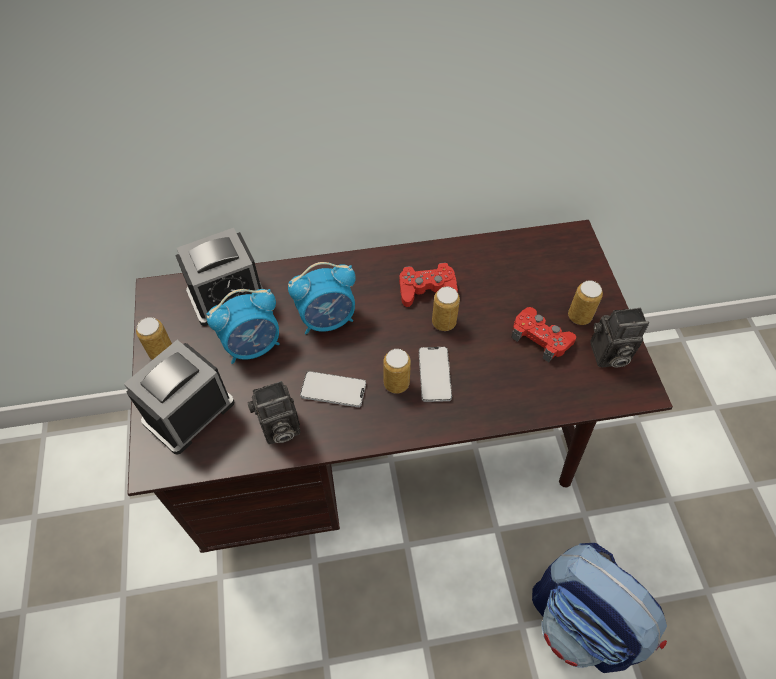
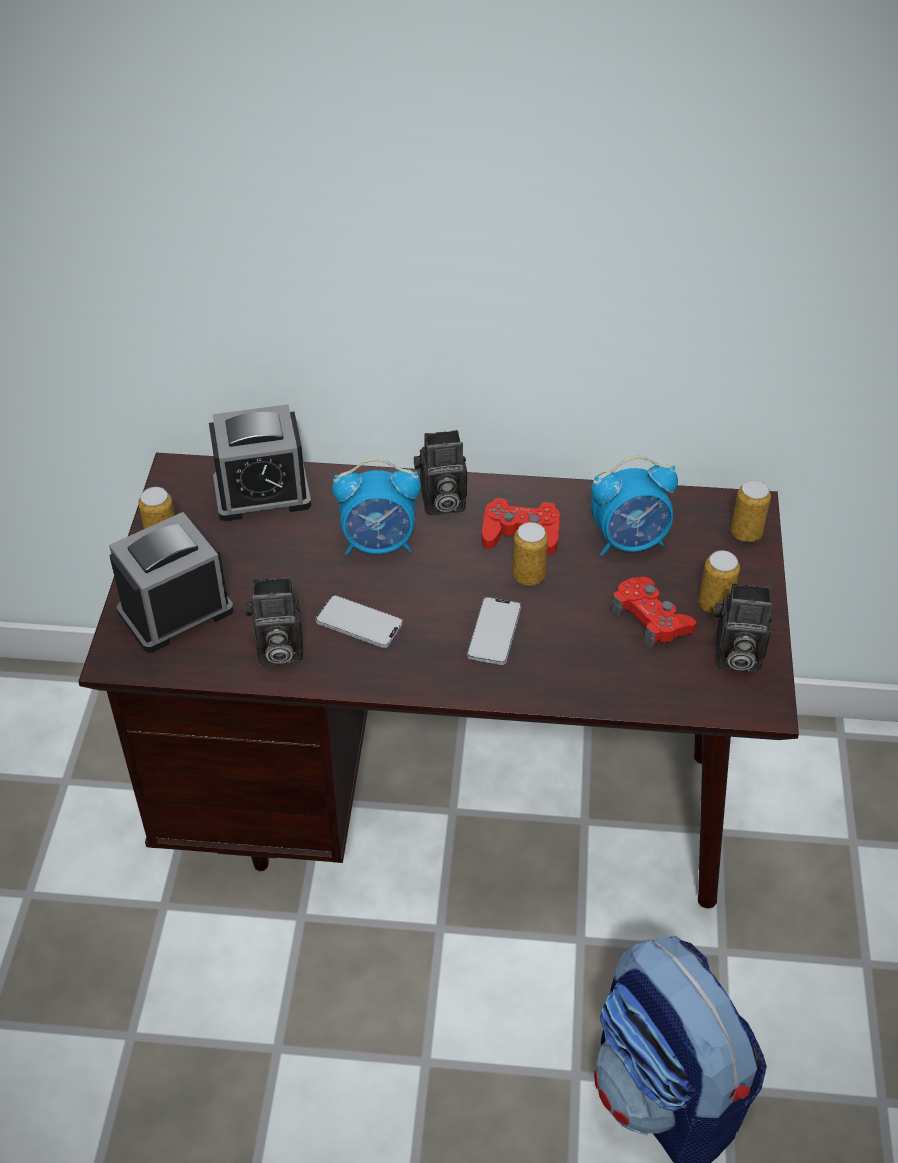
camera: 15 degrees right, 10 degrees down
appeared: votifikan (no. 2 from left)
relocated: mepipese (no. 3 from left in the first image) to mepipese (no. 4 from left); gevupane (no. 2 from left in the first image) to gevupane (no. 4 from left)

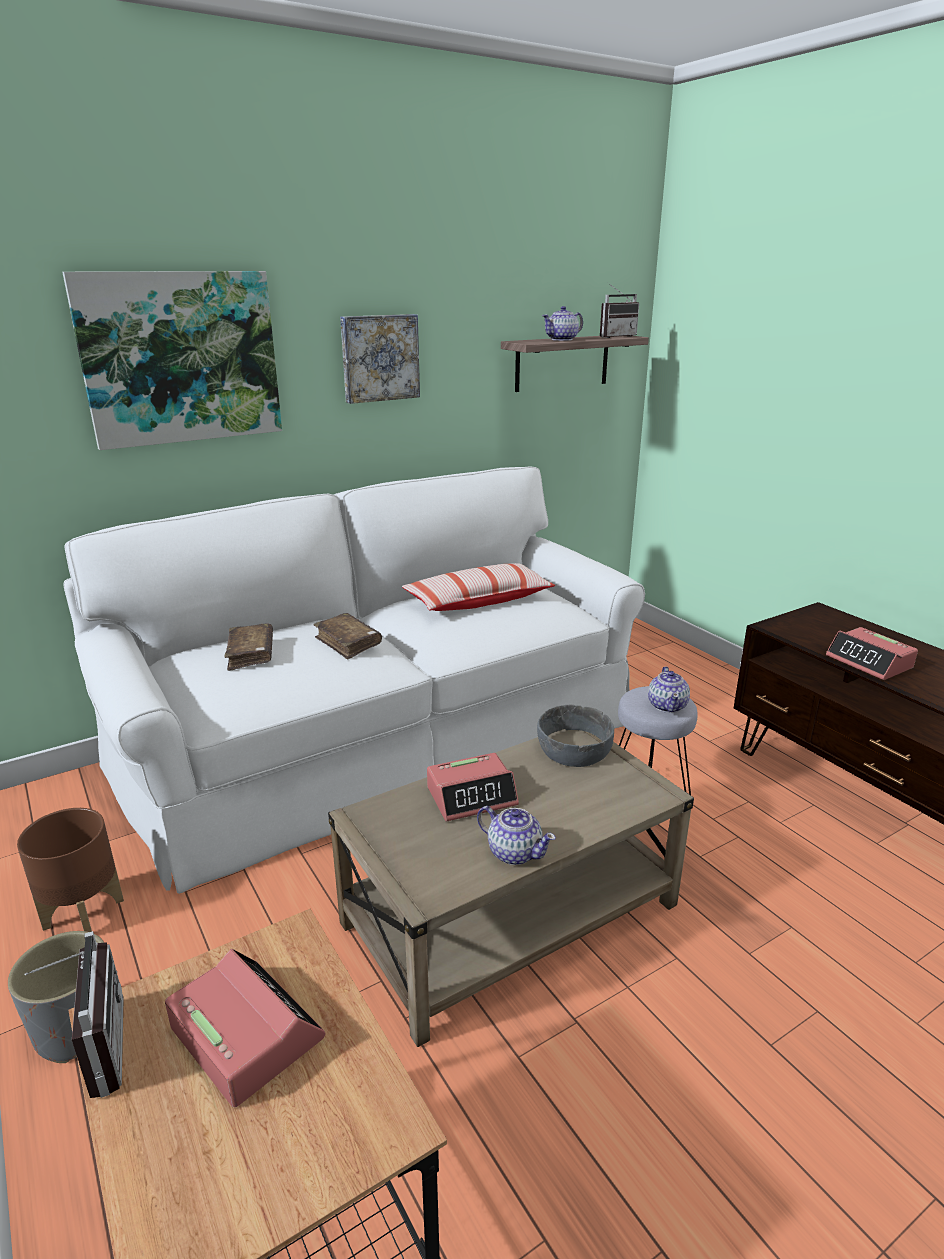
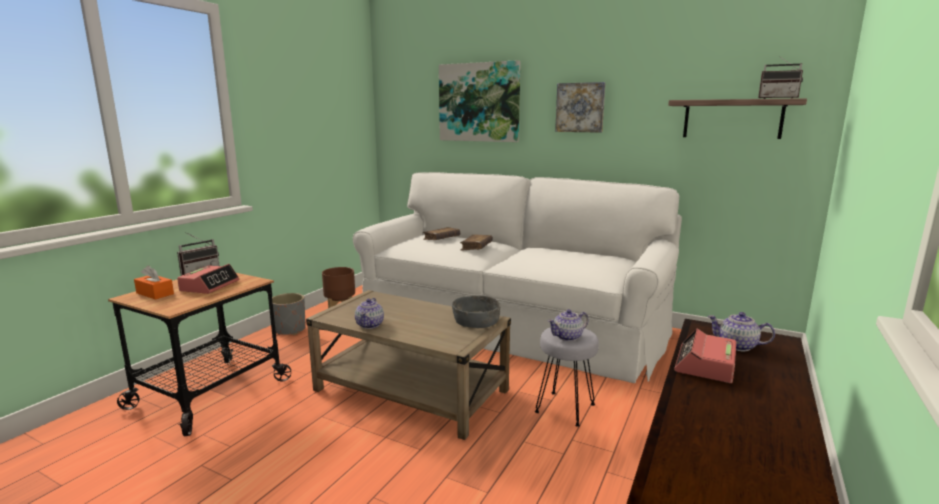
camera: 60 degrees right, 10 degrees down
missing: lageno; mepipese (no. 2 from left)
appeared: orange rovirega
relocated: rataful (no. 2 from left in the first image) to rataful (no. 3 from left)

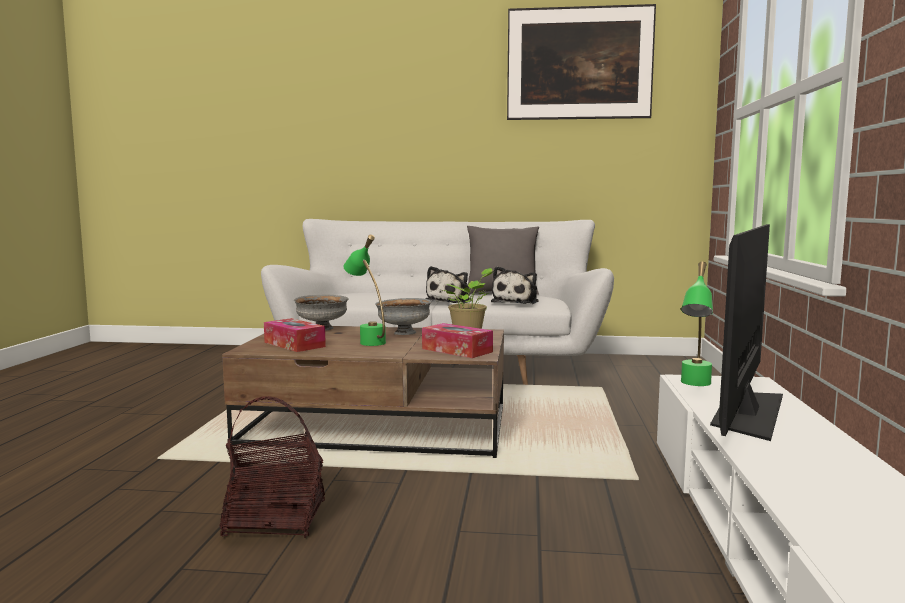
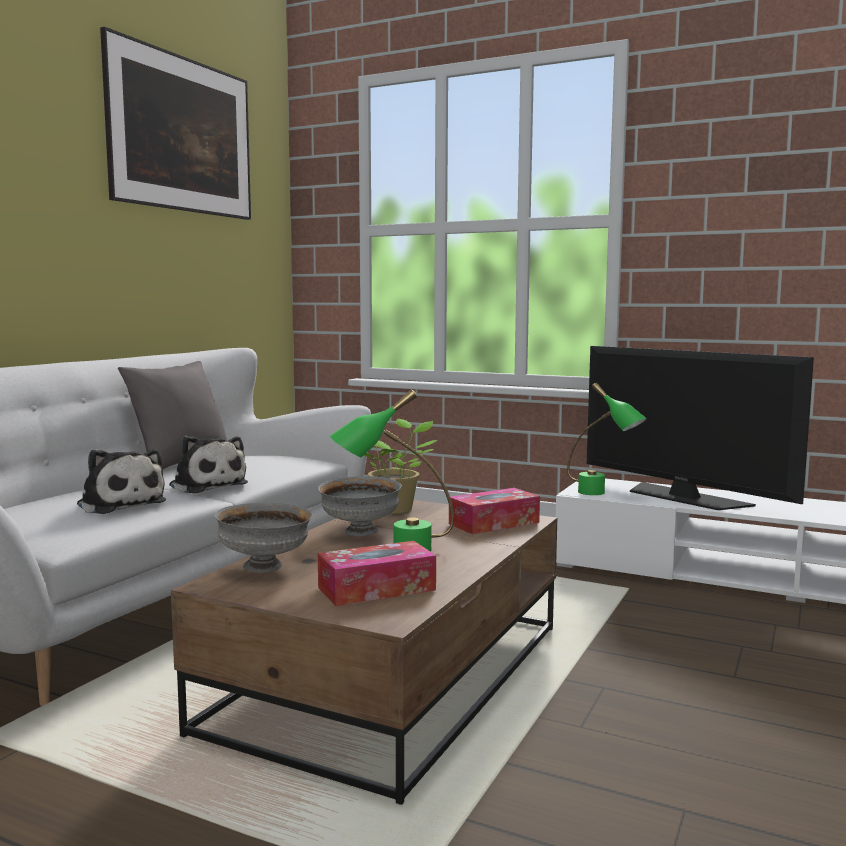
camera: 70 degrees left, 0 degrees up
missing: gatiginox
relocated: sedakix (no. 2 from left in the first image) to sedakix (no. 1 from left)

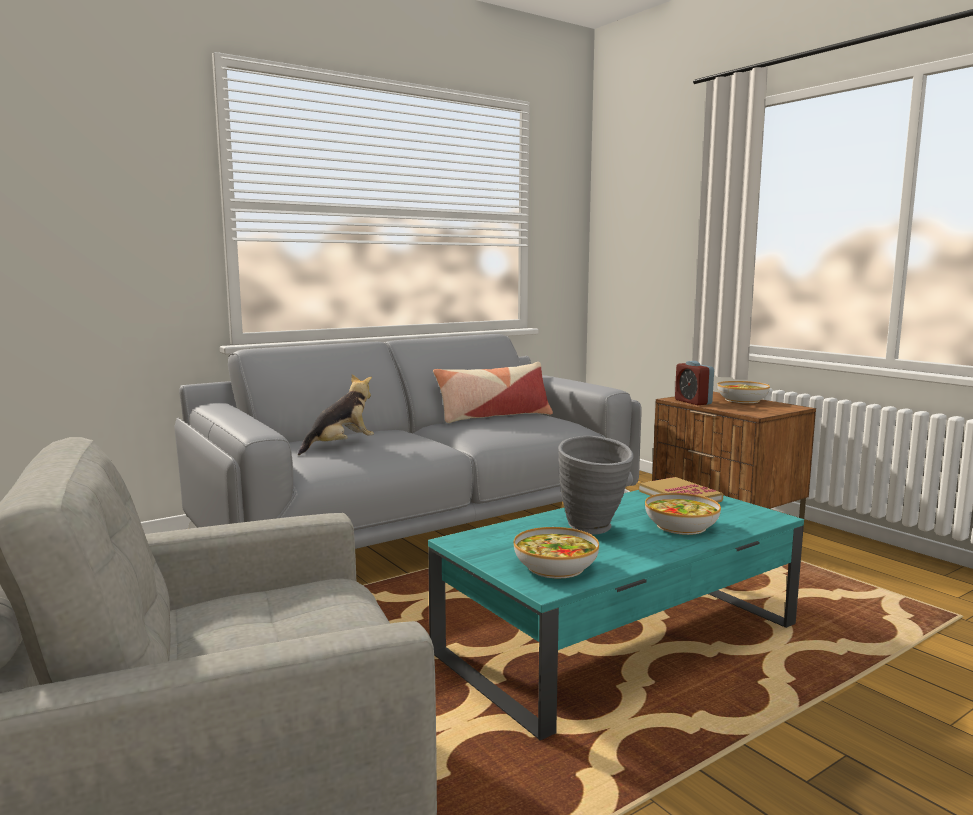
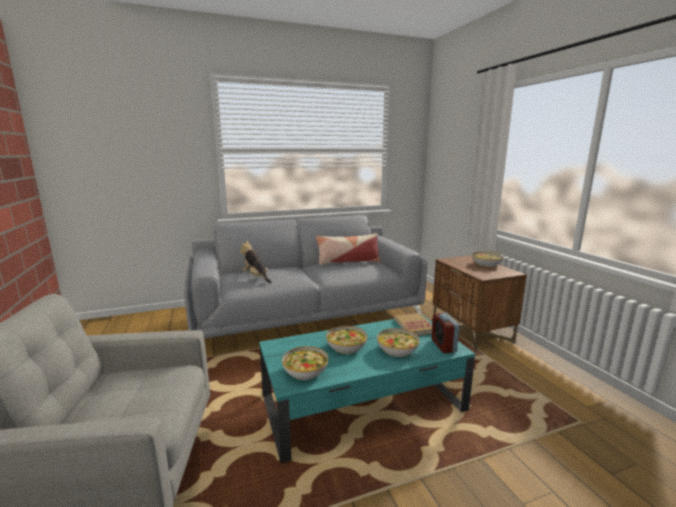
camera: 15 degrees right, 5 degrees up
relocated: mepipese
exchanged: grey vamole to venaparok (no. 2 from left)
spun: sedakix 105 degrees counterclockwise

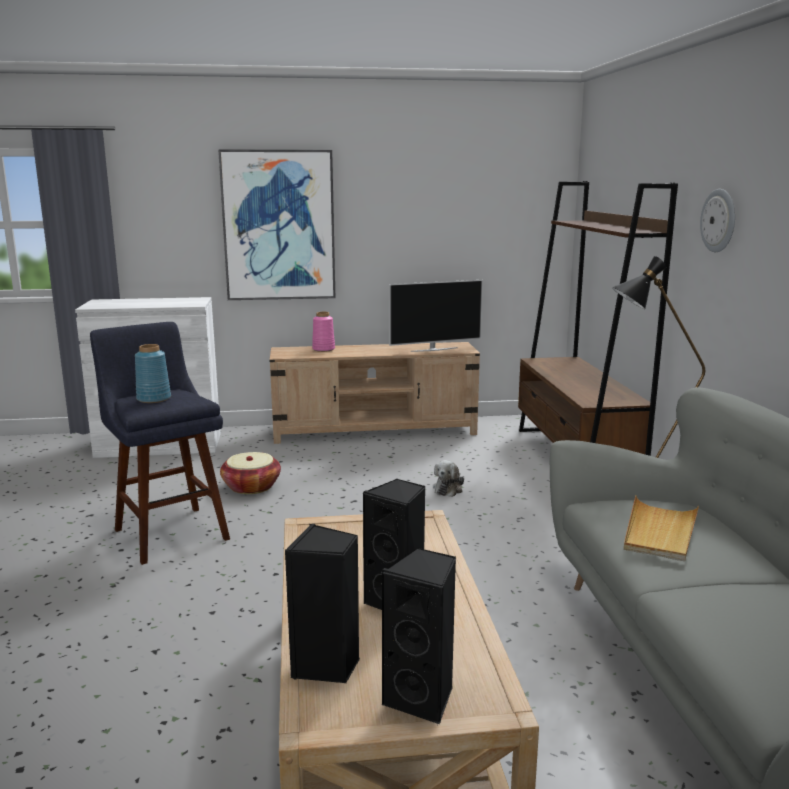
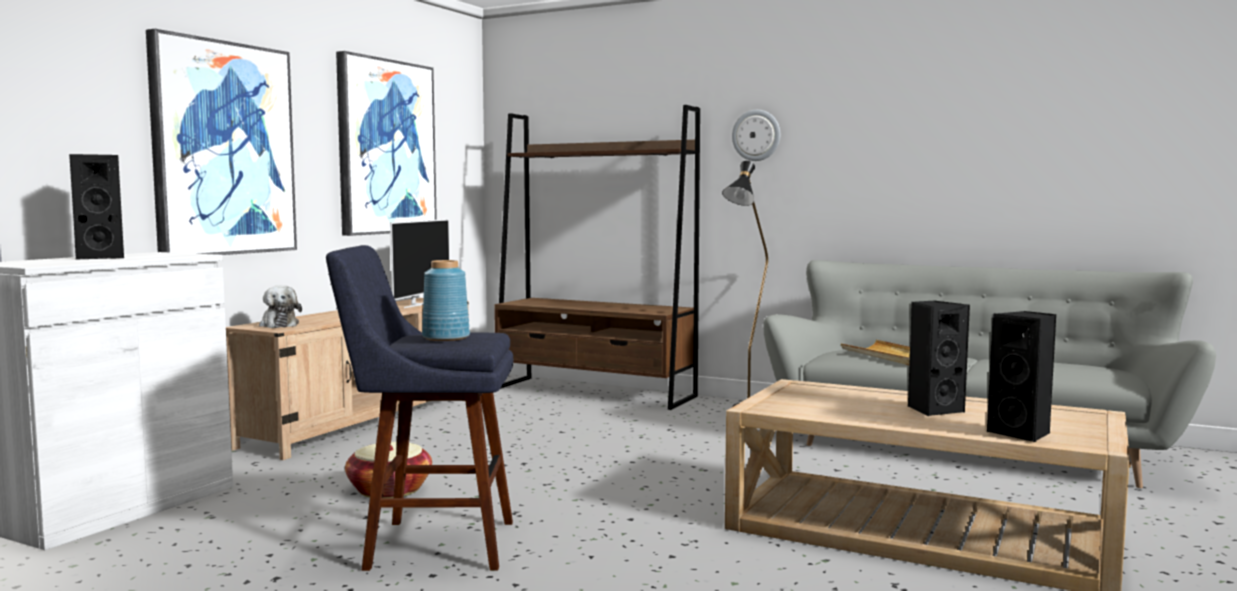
camera: 55 degrees left, 10 degrees down
missing: pink vamole
appeared: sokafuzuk (no. 2 from left)
relocated: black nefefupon (no. 3 from left in the first image) to black nefefupon (no. 1 from left); sedakix

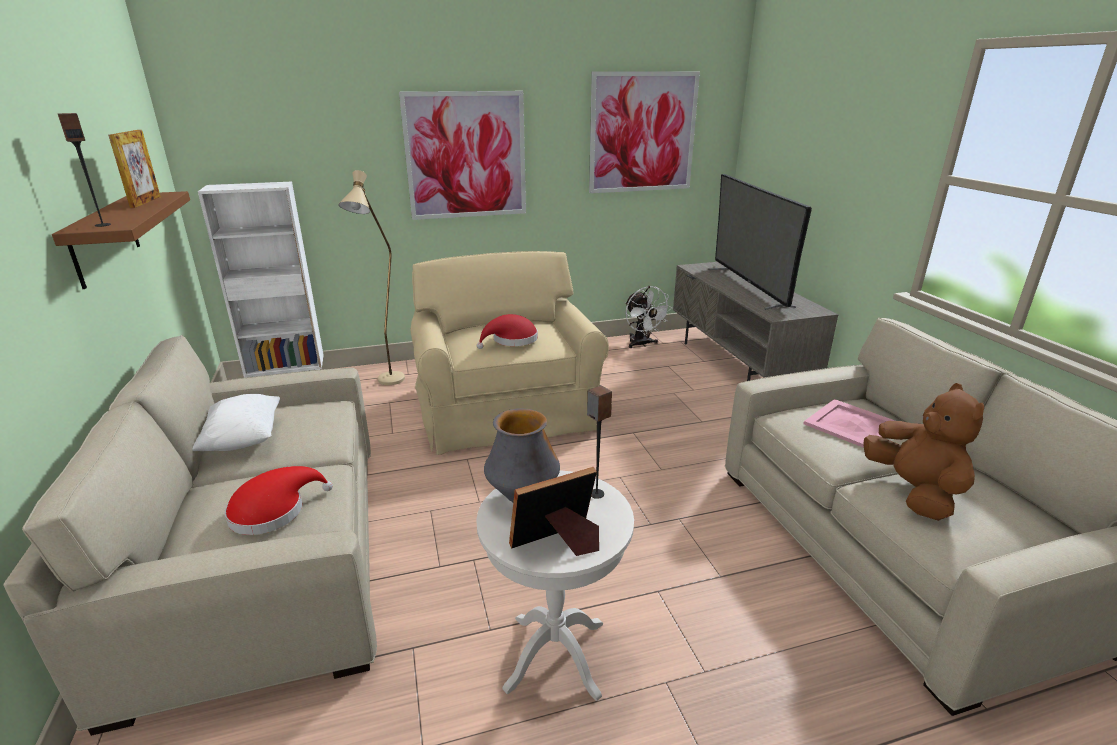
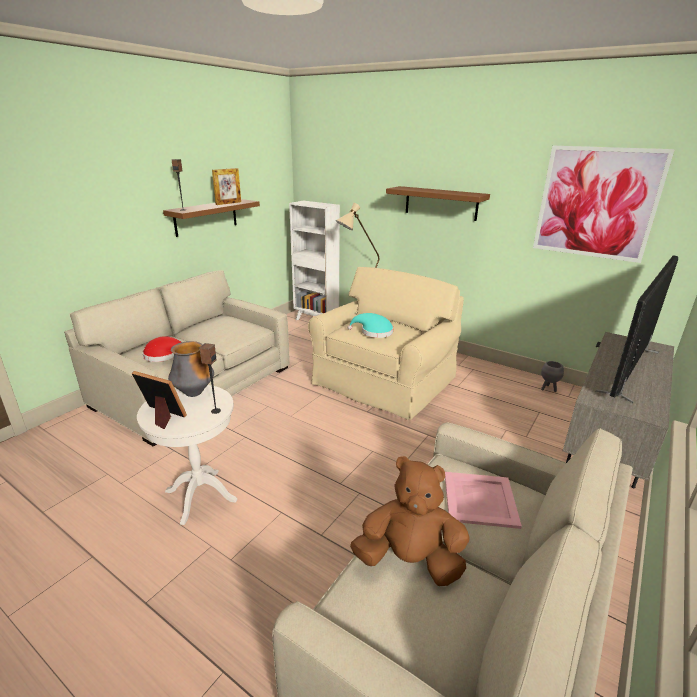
camera: 50 degrees right, 0 degrees up
missing: white lageno
exchanged: sokafuzuk (no. 1 from left) to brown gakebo (no. 2 from left); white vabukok to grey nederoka
colour: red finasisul (no. 2 from left) to turquoise finasisul
spun: brown sedakix 120 degrees counterclockwise

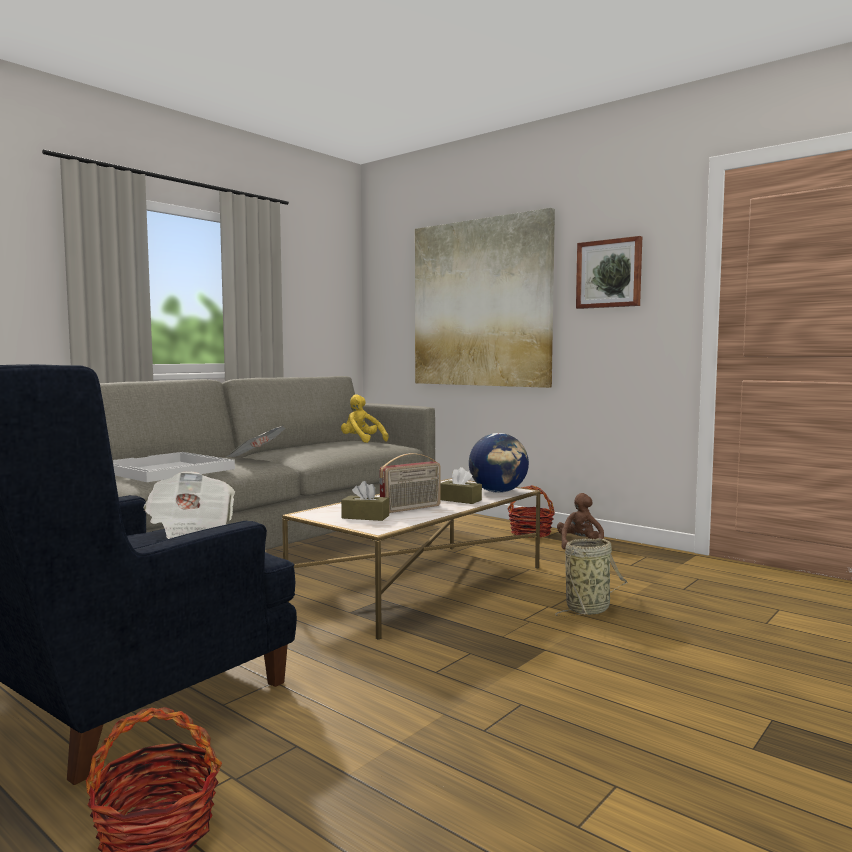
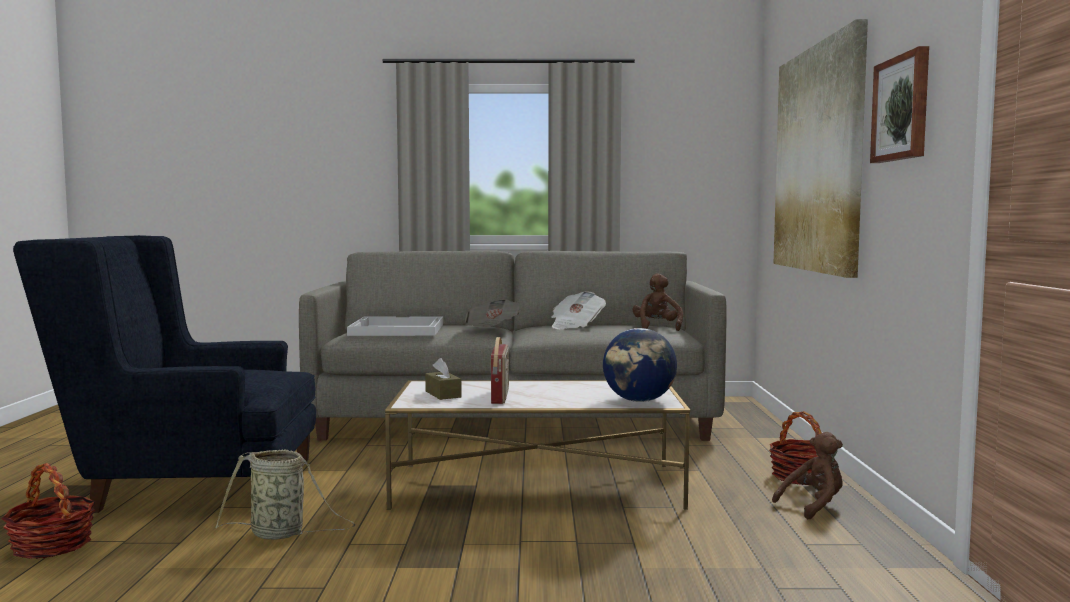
camera: 50 degrees right, 0 degrees up
missing: brown rovirega (no. 2 from left)
relocated: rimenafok (no. 1 from left in the first image) to rimenafok (no. 2 from left); gatiginox (no. 3 from left in the first image) to gatiginox (no. 2 from left)
colour: yellow sedakix to brown sedakix (no. 1 from left)
spun: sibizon 105 degrees counterclockwise

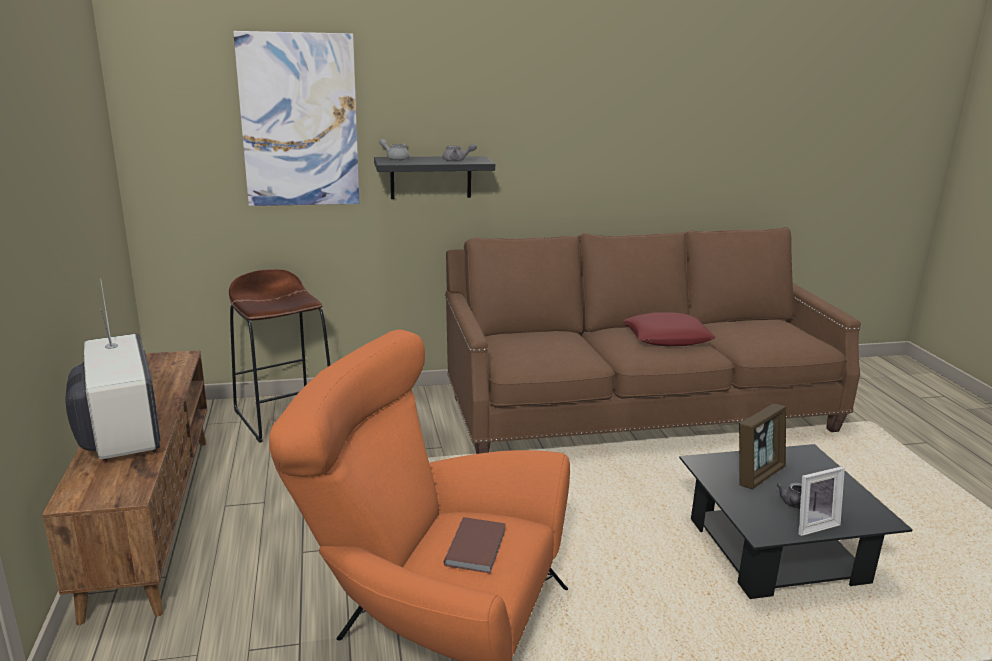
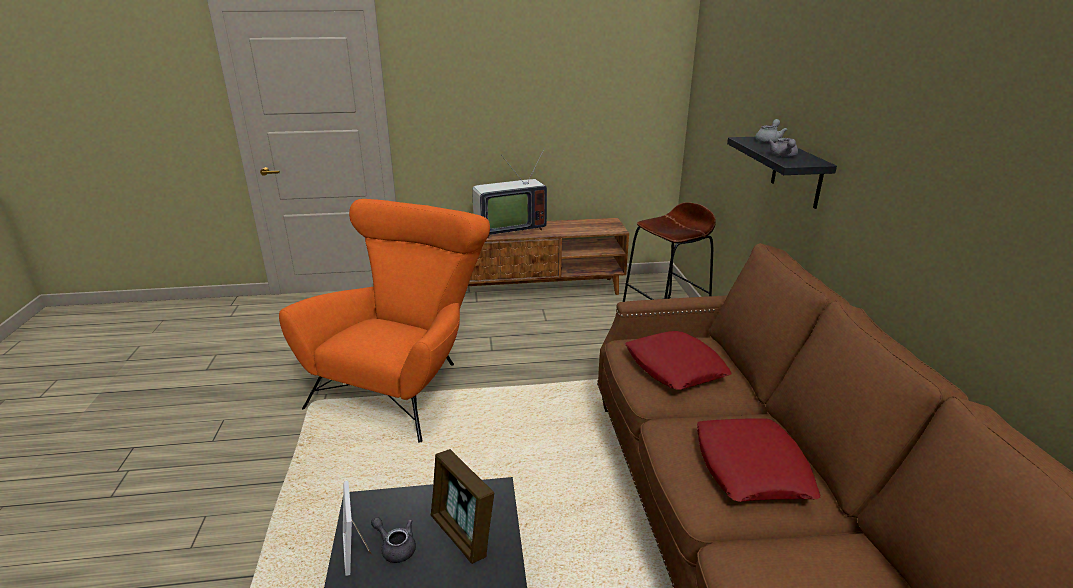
camera: 95 degrees right, 5 degrees up
missing: sokafuzuk; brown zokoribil
appeared: red lageno (no. 1 from left)

